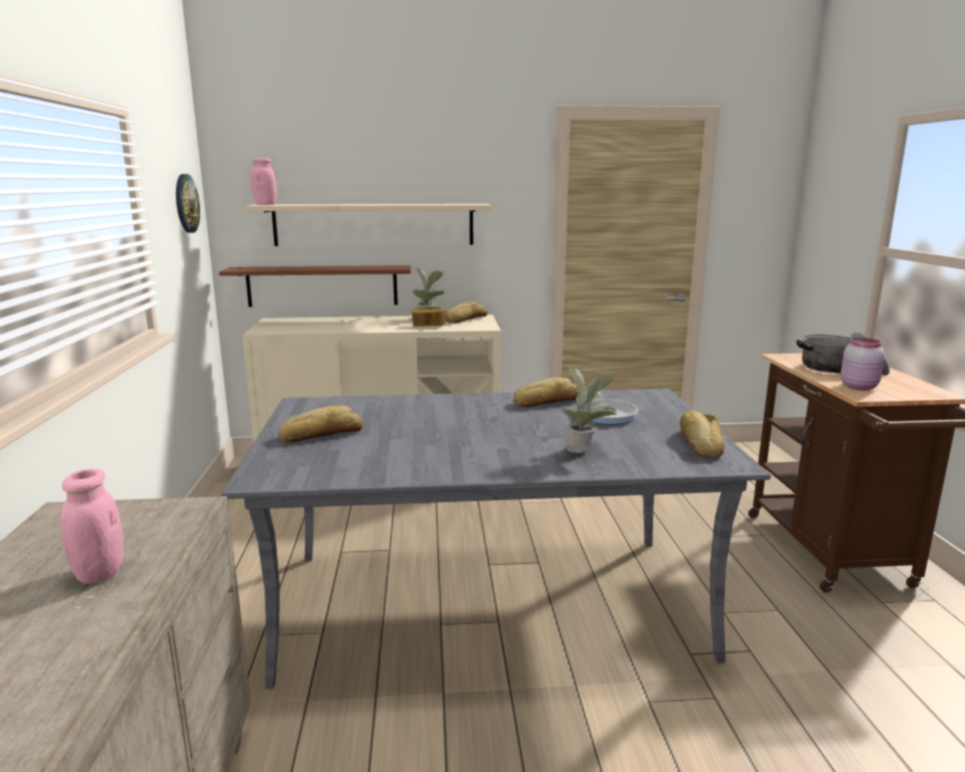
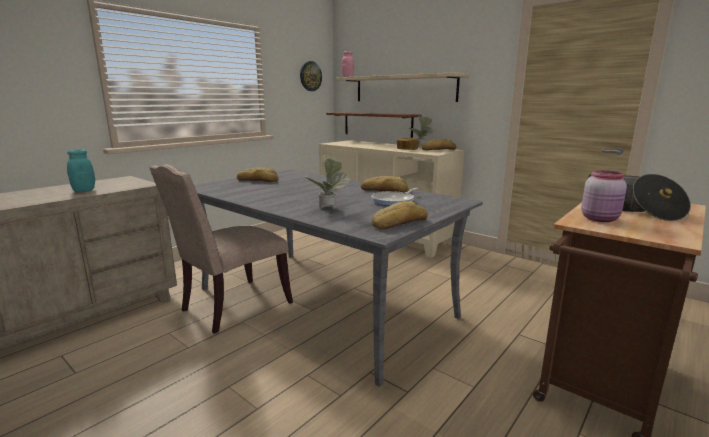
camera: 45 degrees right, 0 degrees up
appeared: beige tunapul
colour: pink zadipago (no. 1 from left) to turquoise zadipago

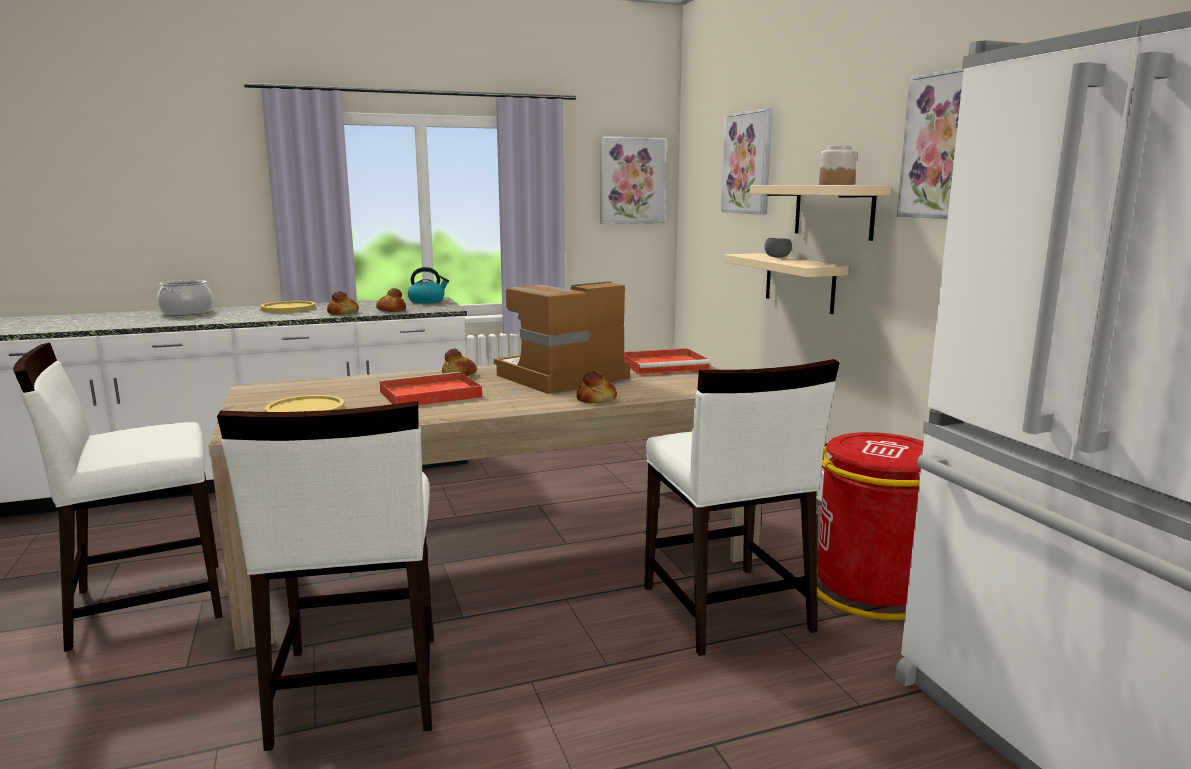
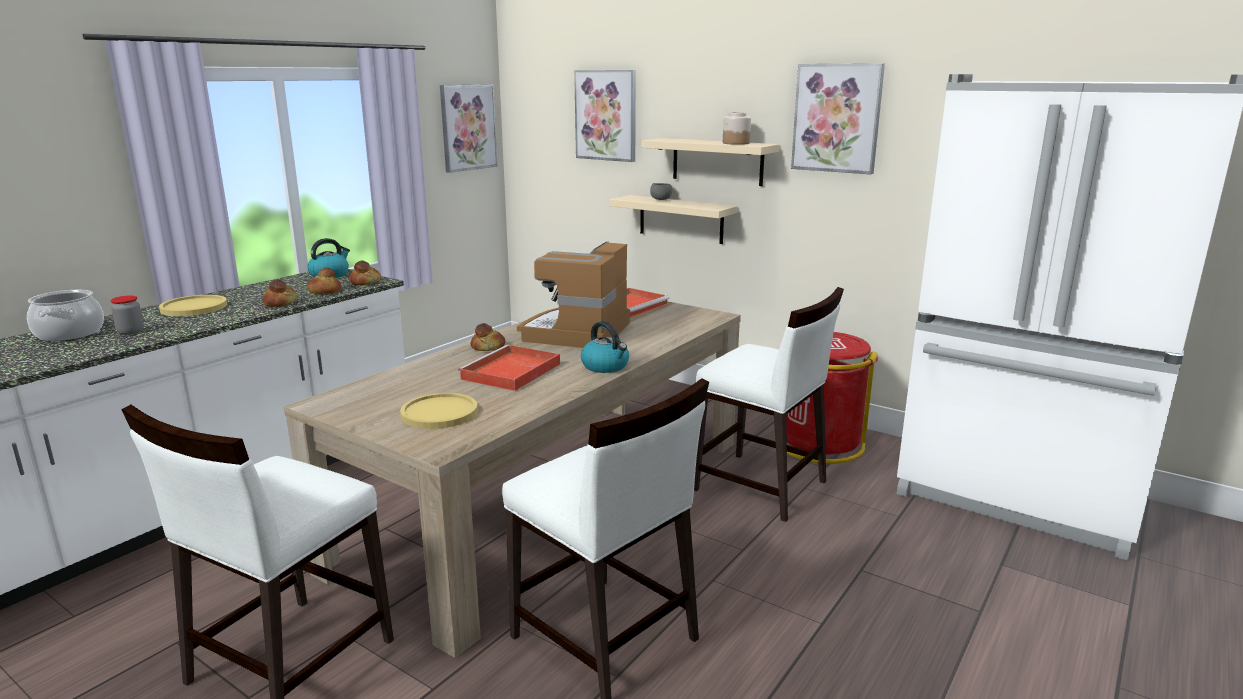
camera: 35 degrees left, 5 degrees up
appeared: zadipago (no. 1 from left); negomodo (no. 2 from left)
relocated: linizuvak (no. 4 from left in the first image) to linizuvak (no. 3 from left)

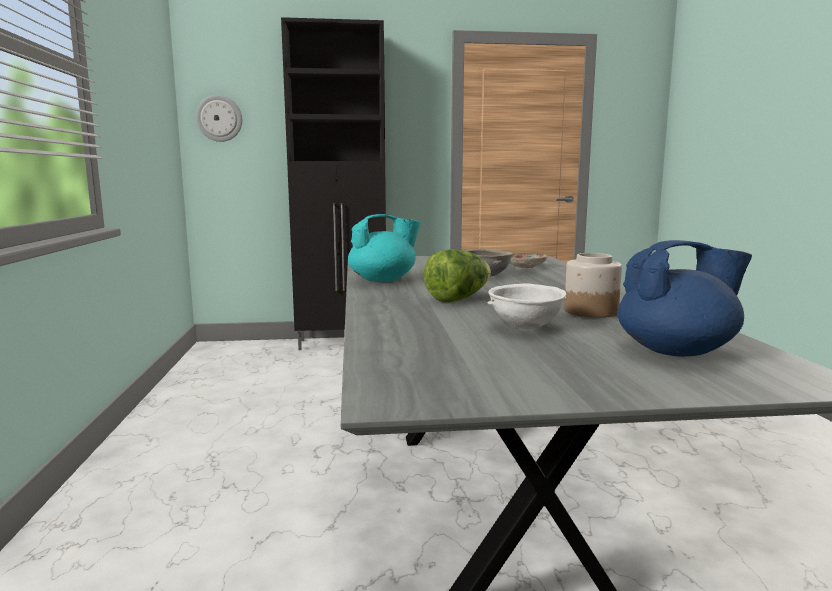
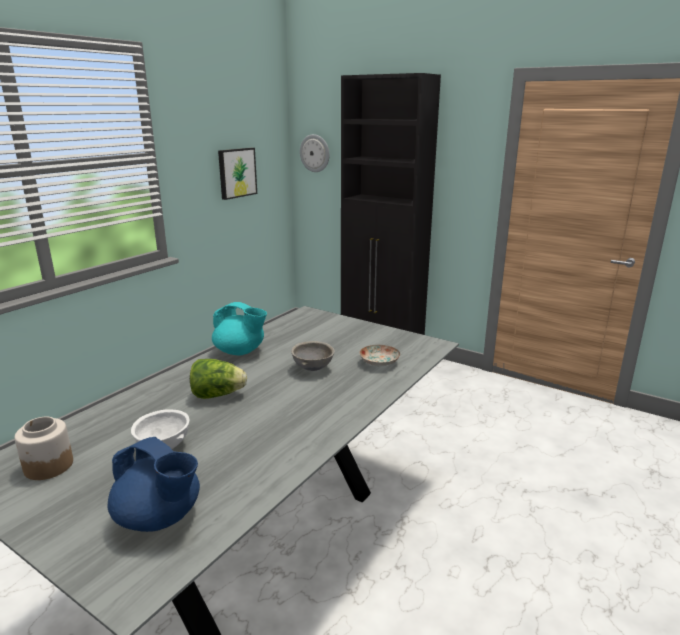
camera: 40 degrees right, 10 degrees up
appeared: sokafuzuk
relocated: zadipago

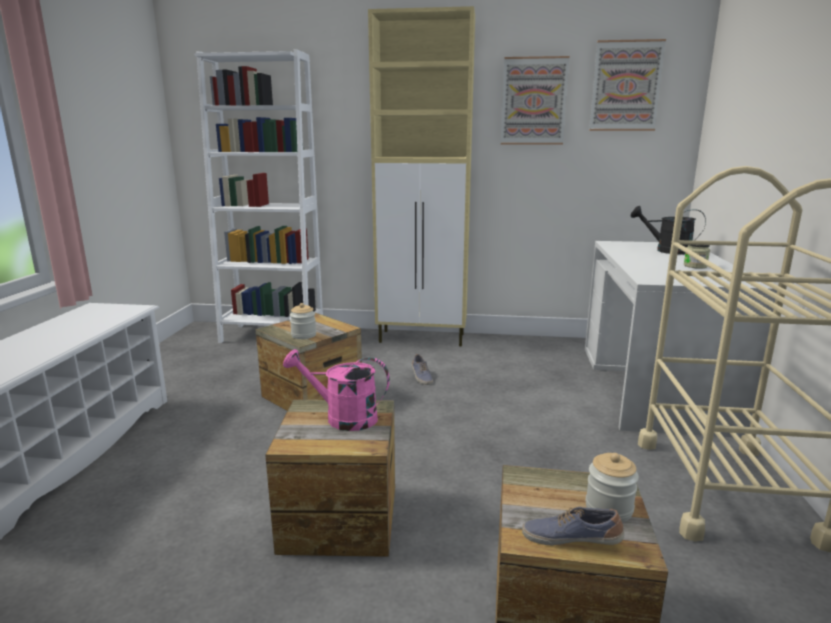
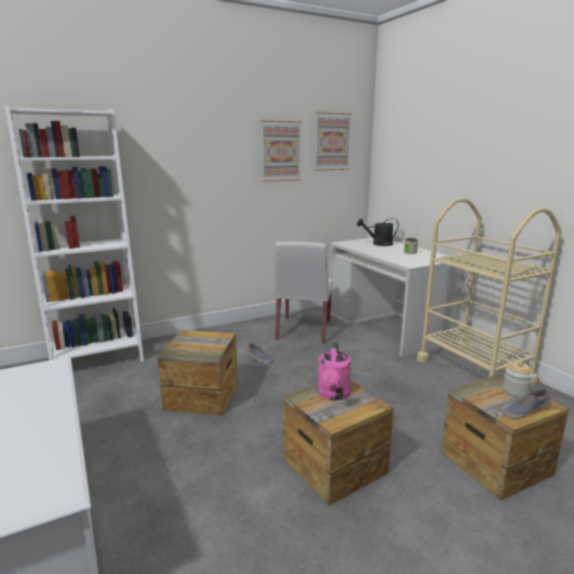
camera: 35 degrees left, 0 degrees up
missing: zadipago (no. 1 from left); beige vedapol
appeared: white tunapul
spun: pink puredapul 60 degrees counterclockwise

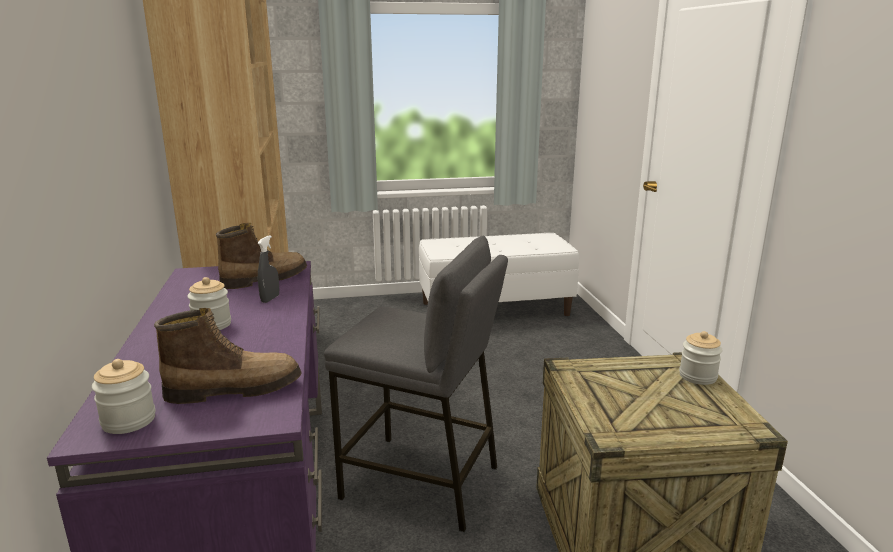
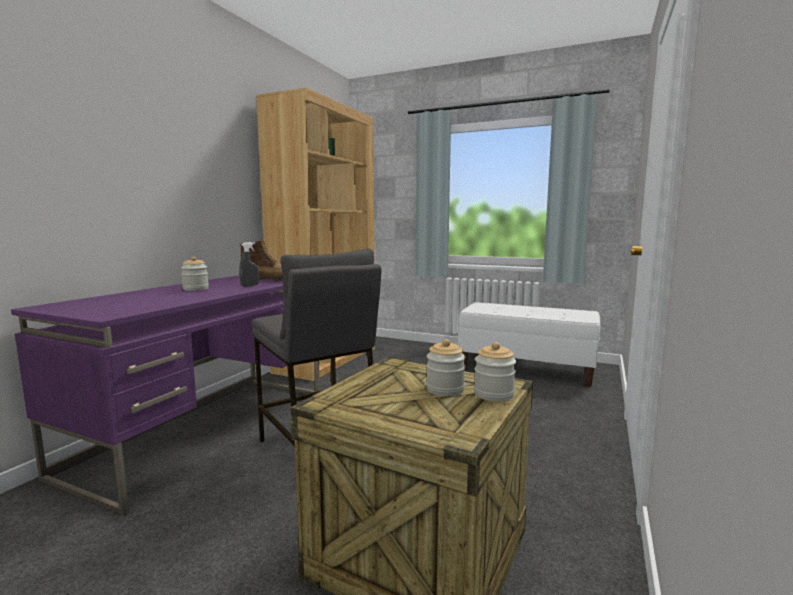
camera: 35 degrees right, 10 degrees down
missing: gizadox (no. 1 from left)
relocated: zadipago (no. 1 from left in the first image) to zadipago (no. 2 from left)

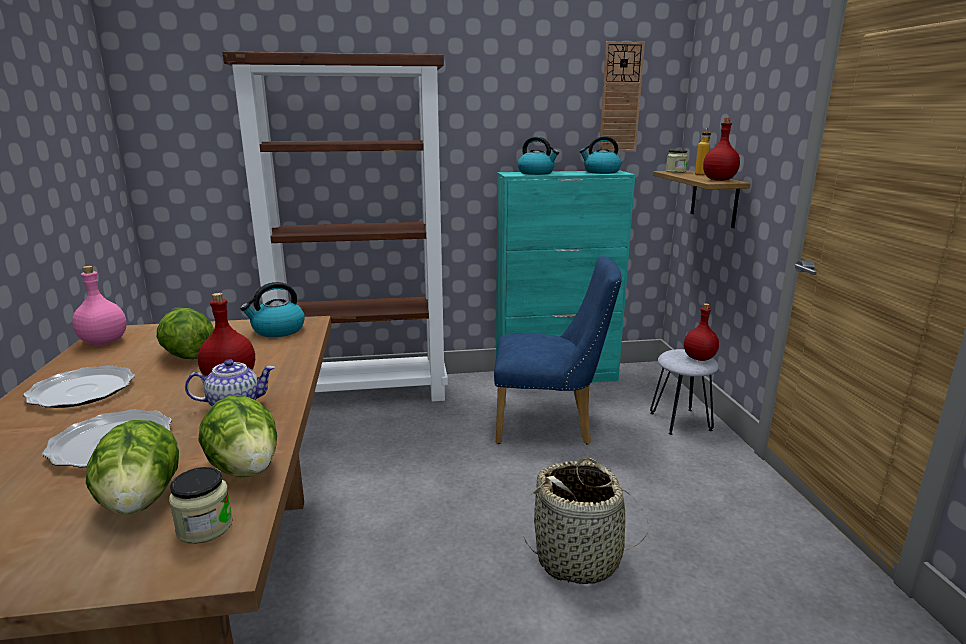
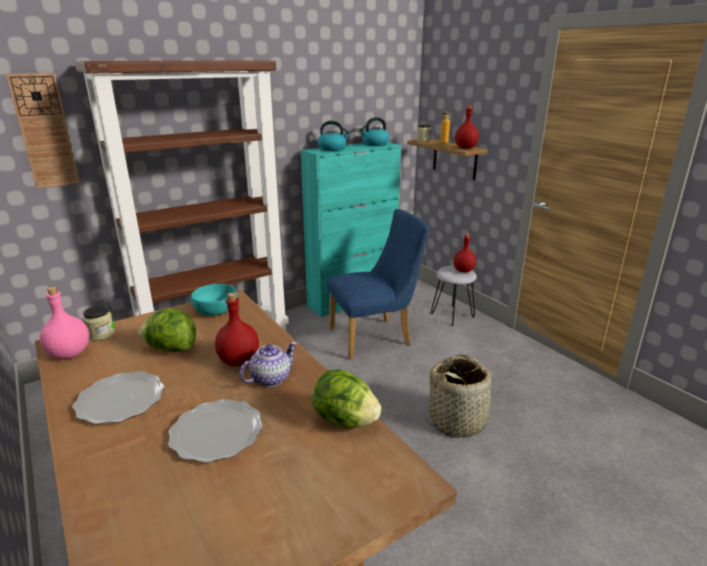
camera: 25 degrees left, 5 degrees up
missing: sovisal (no. 1 from left)
relocated: zadipago (no. 1 from left); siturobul
exchanged: negomodo (no. 1 from left) to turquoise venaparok

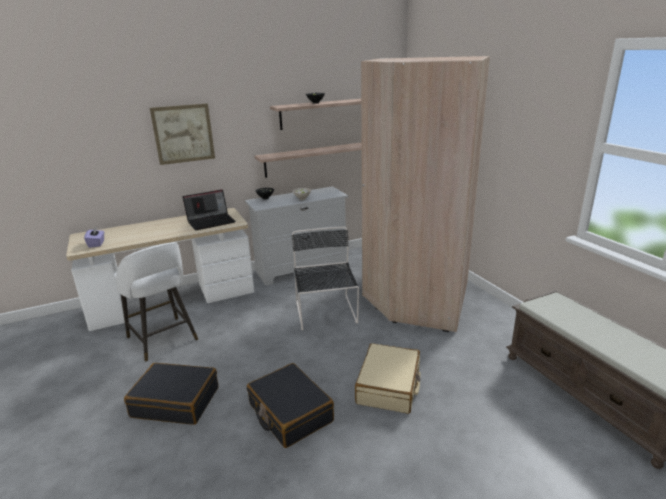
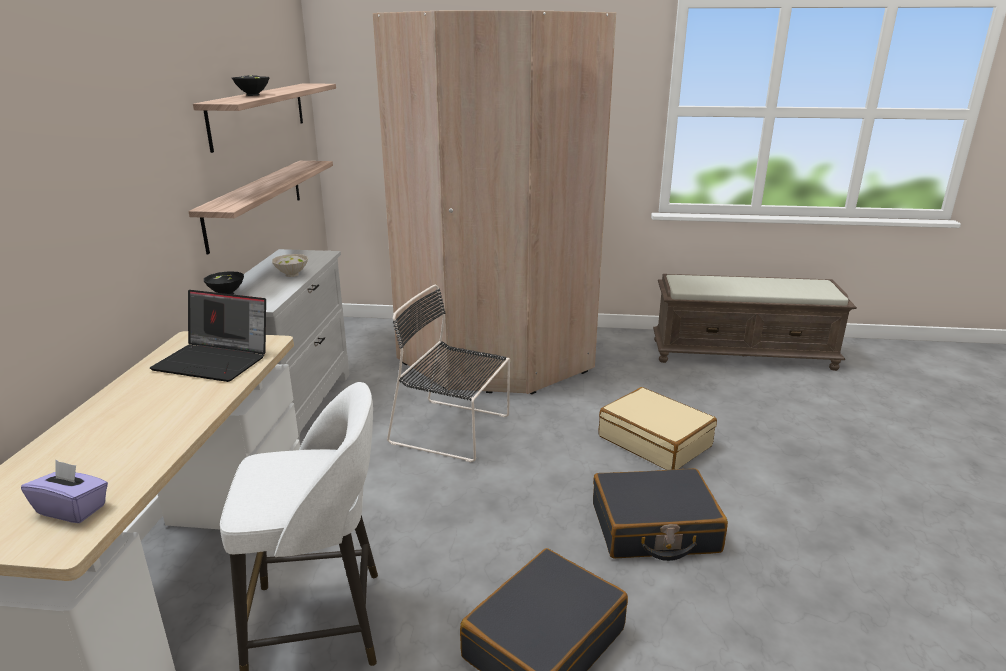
camera: 60 degrees left, 0 degrees up
missing: sokafuzuk
spun: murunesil 105 degrees clockwise

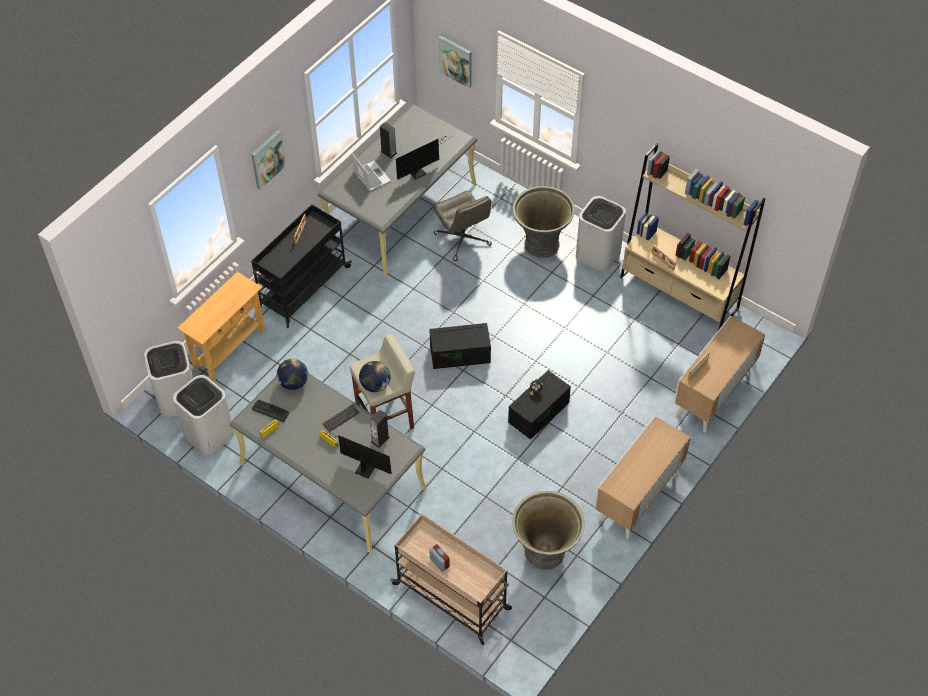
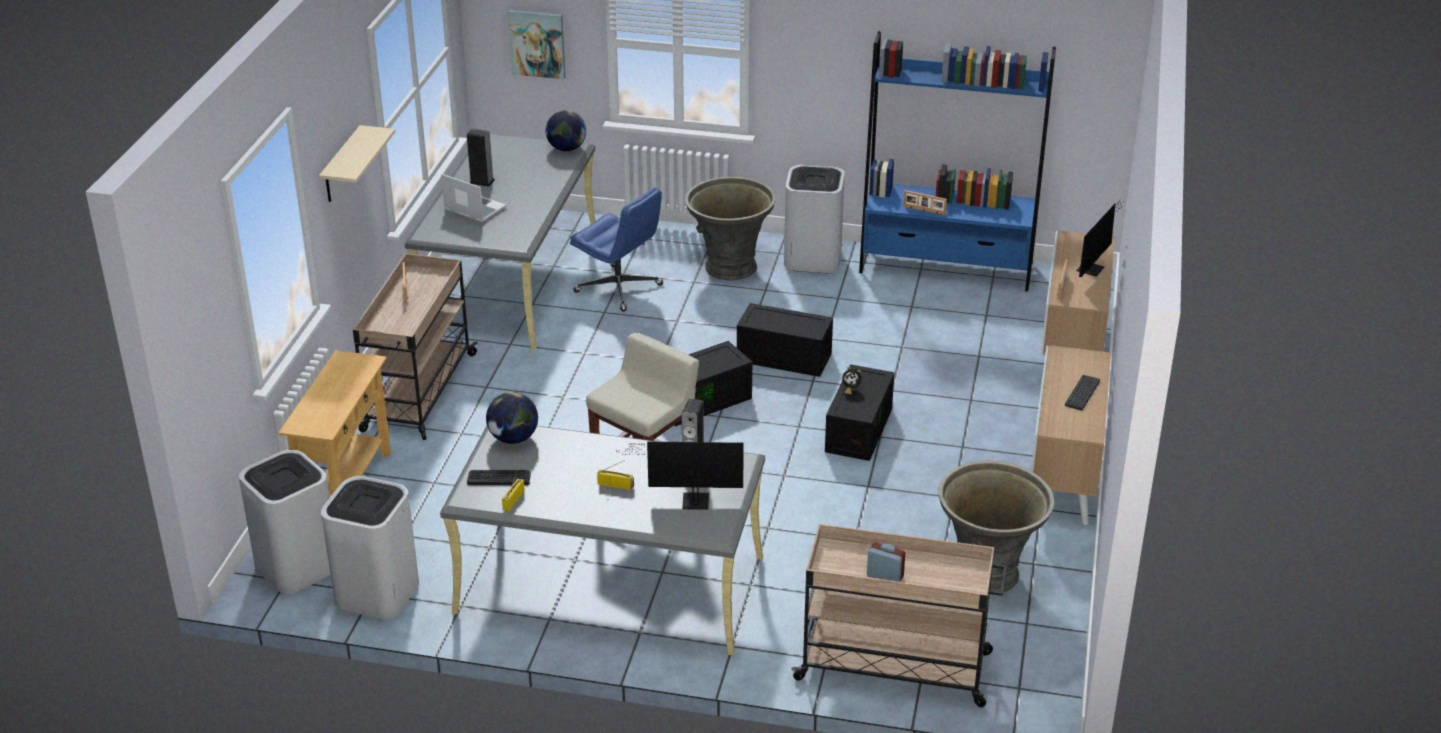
camera: 25 degrees left, 20 degrees down
appeared: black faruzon (no. 2 from left)
relocated: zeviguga (no. 2 from left); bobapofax (no. 2 from left); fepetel (no. 2 from left)
exchanged: sokafuzuk (no. 1 from left) to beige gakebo
colour: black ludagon to beige ludagon (no. 1 from left); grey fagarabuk to blue fagarabuk; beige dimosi to blue dimosi

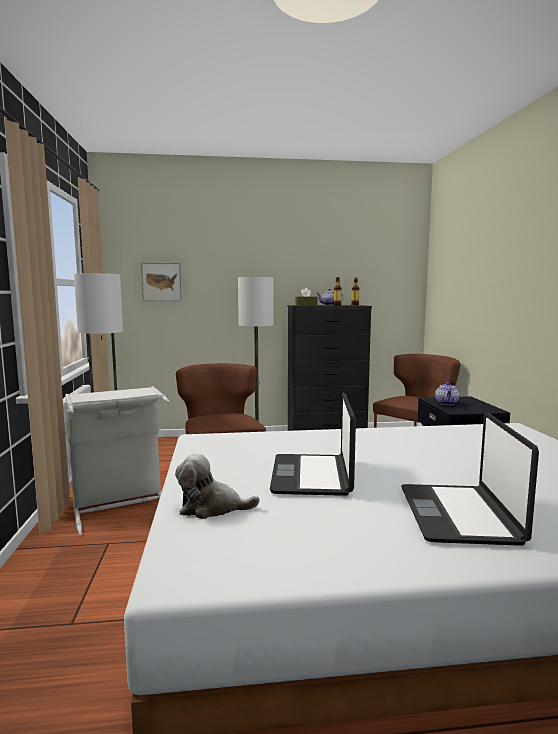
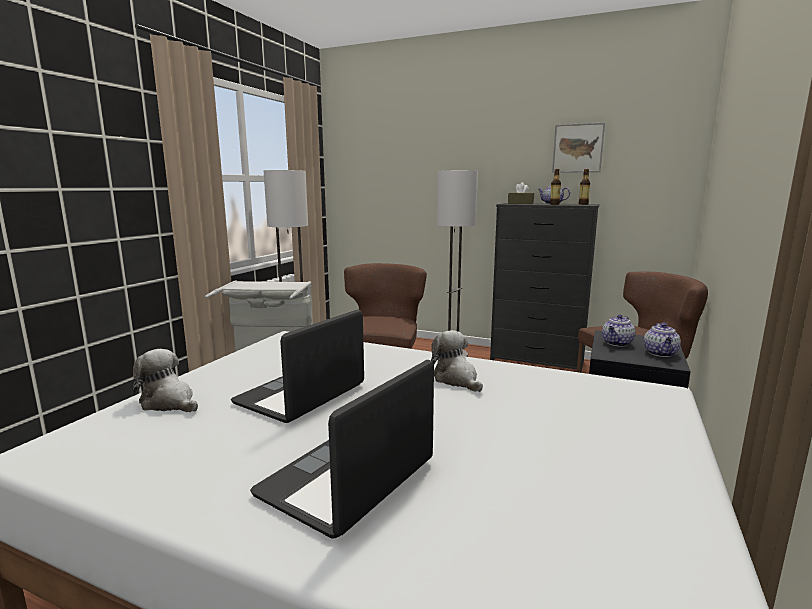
camera: 30 degrees right, 5 degrees up
appeared: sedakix (no. 2 from left); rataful (no. 3 from left)
relocated: sokafuzuk

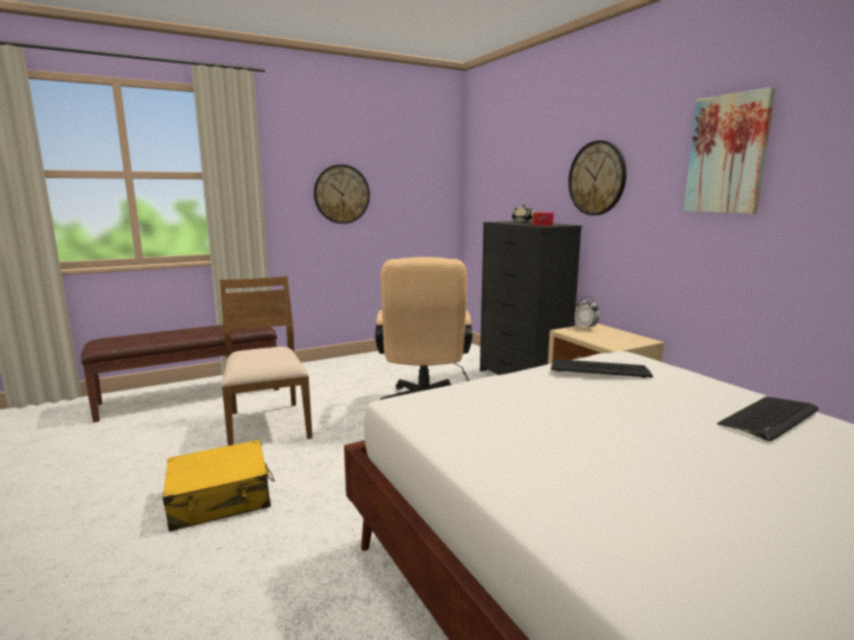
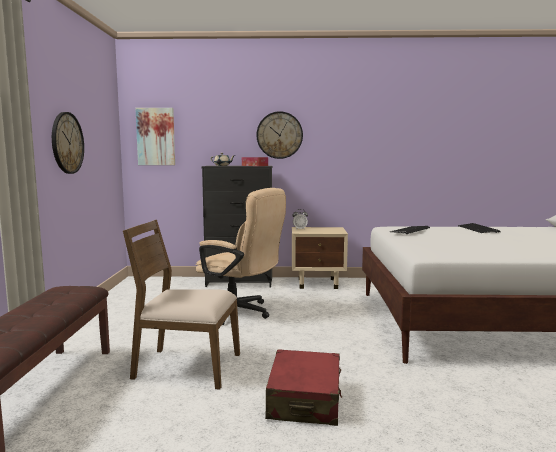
camera: 60 degrees left, 5 degrees down
relocated: sokafuzuk
colour: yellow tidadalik to red tidadalik

